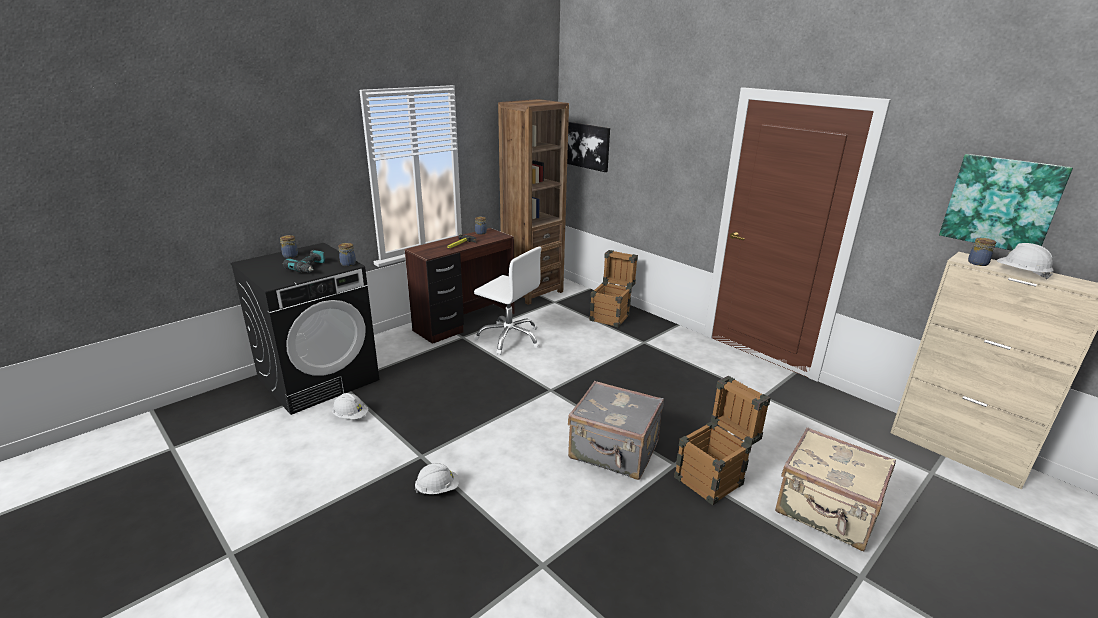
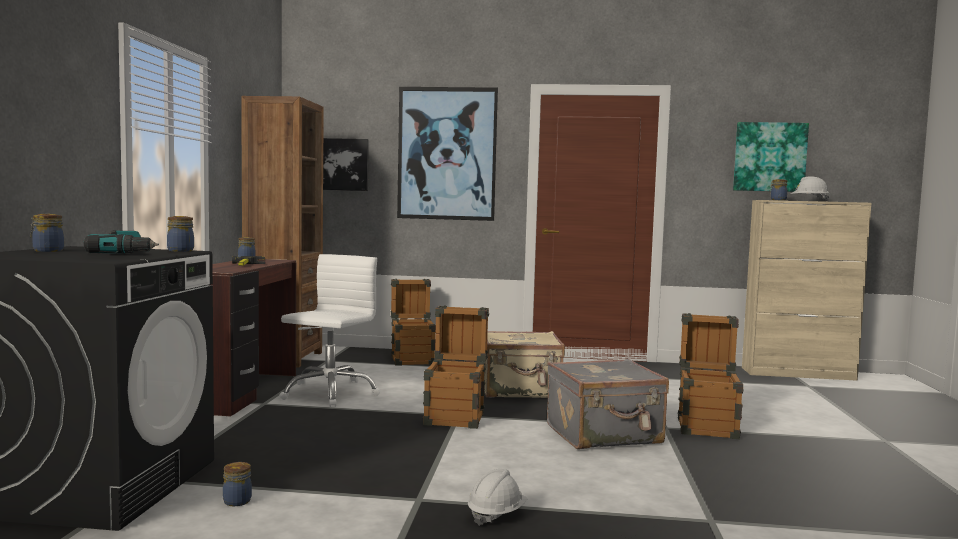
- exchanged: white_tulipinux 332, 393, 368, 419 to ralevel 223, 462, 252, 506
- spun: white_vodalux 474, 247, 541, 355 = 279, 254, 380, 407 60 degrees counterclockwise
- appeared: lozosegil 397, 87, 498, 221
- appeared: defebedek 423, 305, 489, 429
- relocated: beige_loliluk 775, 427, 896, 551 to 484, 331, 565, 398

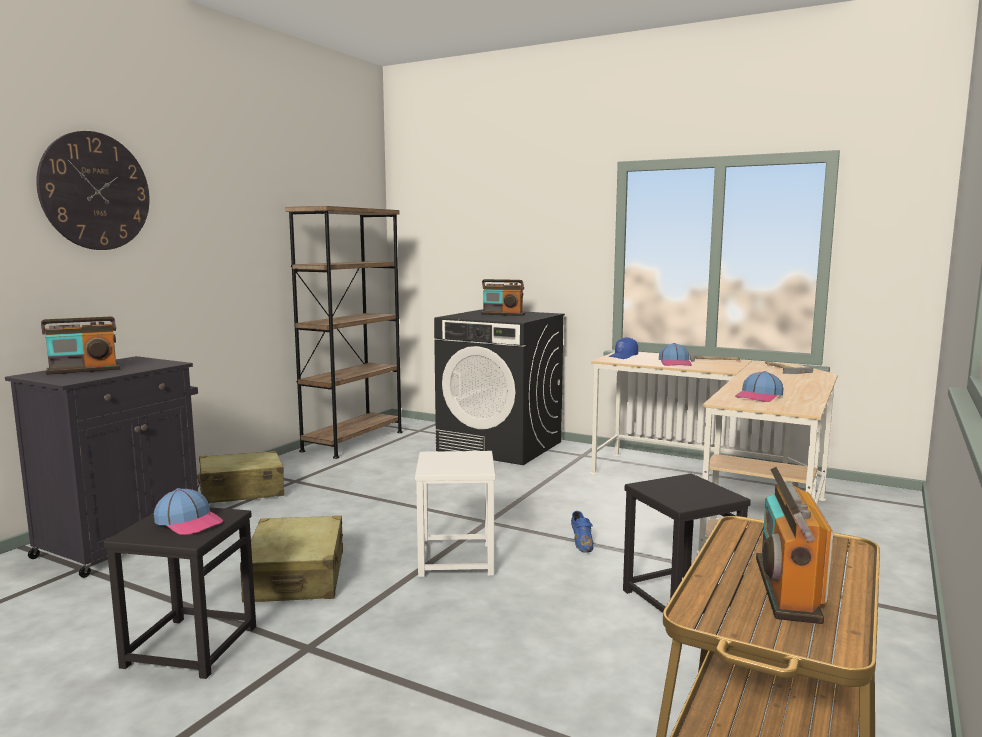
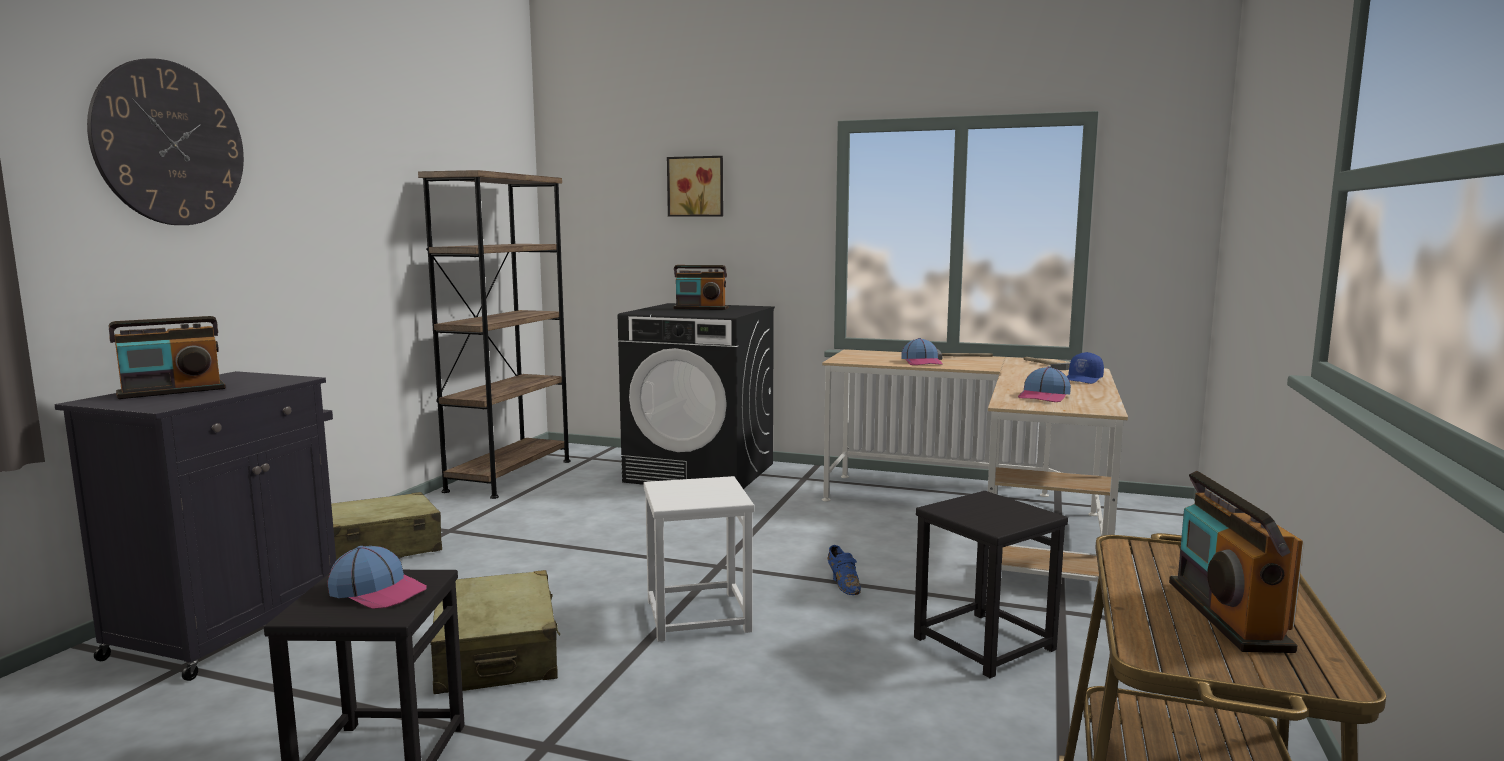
- appeared: lozosegil 667, 156, 723, 217
- relocated: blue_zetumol 608, 337, 638, 359 to 1067, 352, 1104, 384

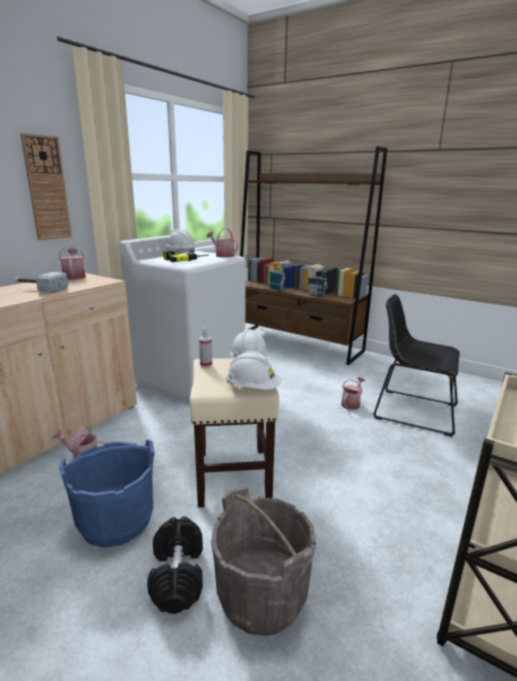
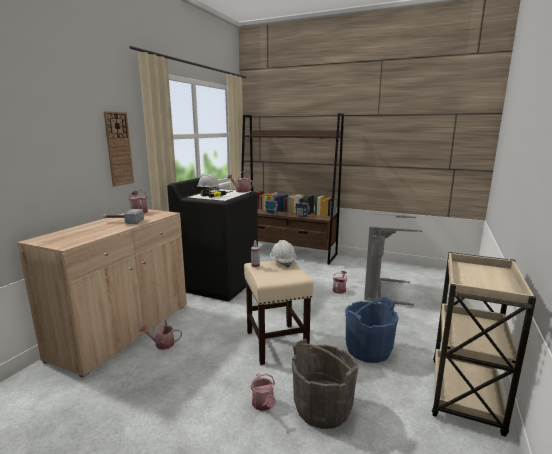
- colour: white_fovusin 119, 235, 246, 404 to black_fovusin 167, 177, 258, 301
- exchanged: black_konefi 147, 517, 203, 614 to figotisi 250, 373, 276, 411
- relocated: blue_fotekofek 59, 439, 155, 548 to 345, 297, 399, 363
- exchanged: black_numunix 373, 294, 460, 437 to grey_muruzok 364, 213, 422, 305
- missing: white_tulipinux 226, 351, 282, 390

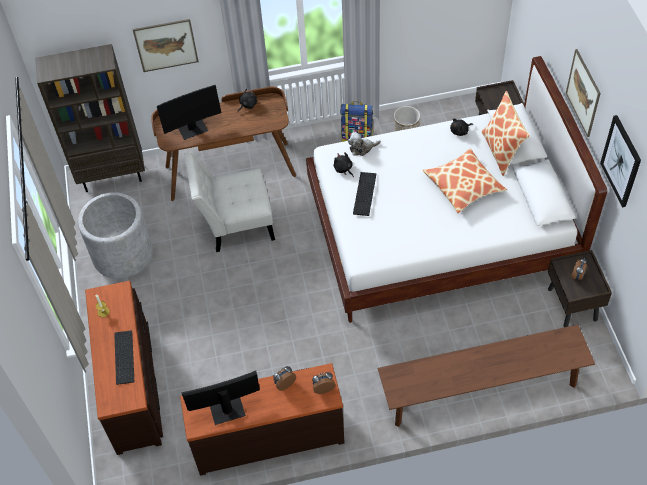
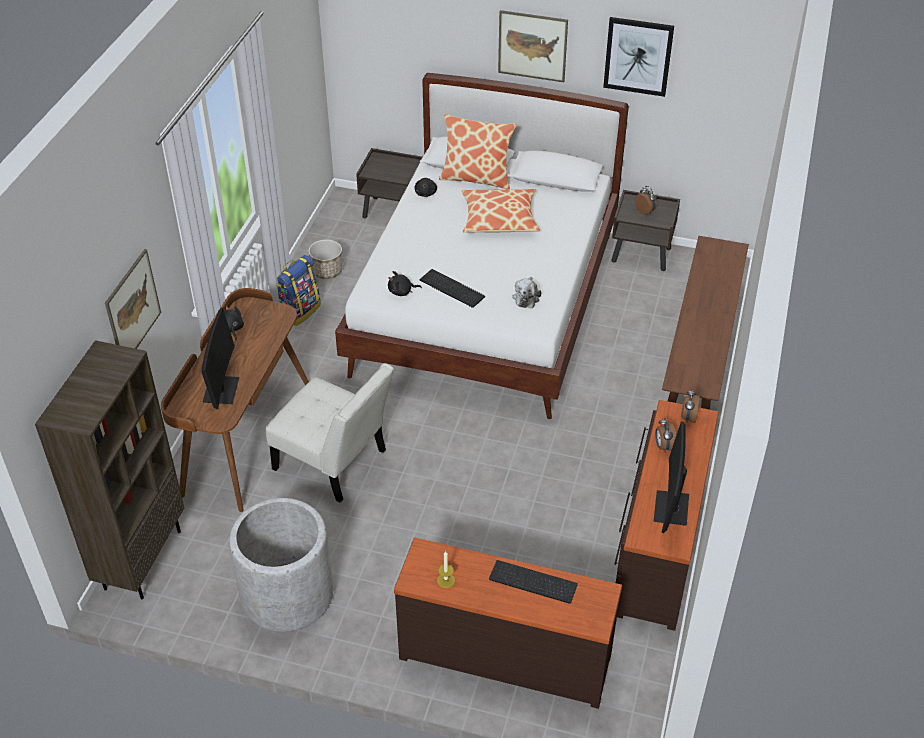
- spun: white_numunix 184, 151, 275, 252 = 266, 363, 394, 503 75 degrees counterclockwise
- relocated: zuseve 348, 132, 381, 156 to 512, 277, 541, 308

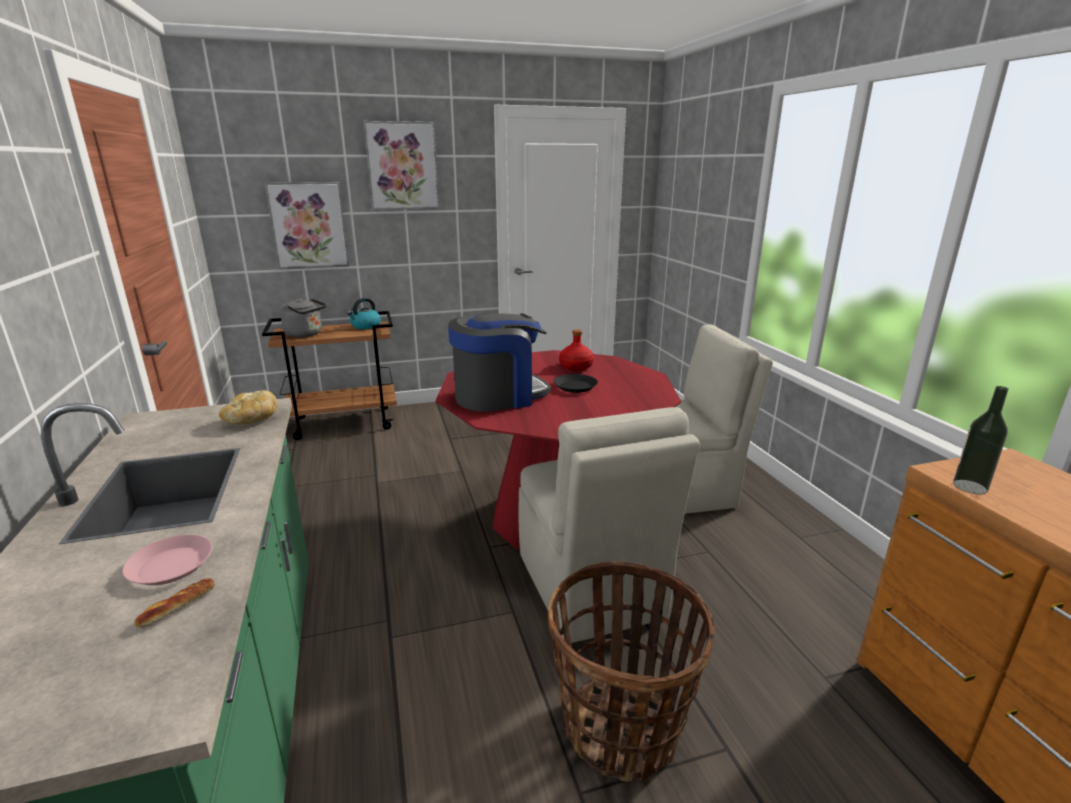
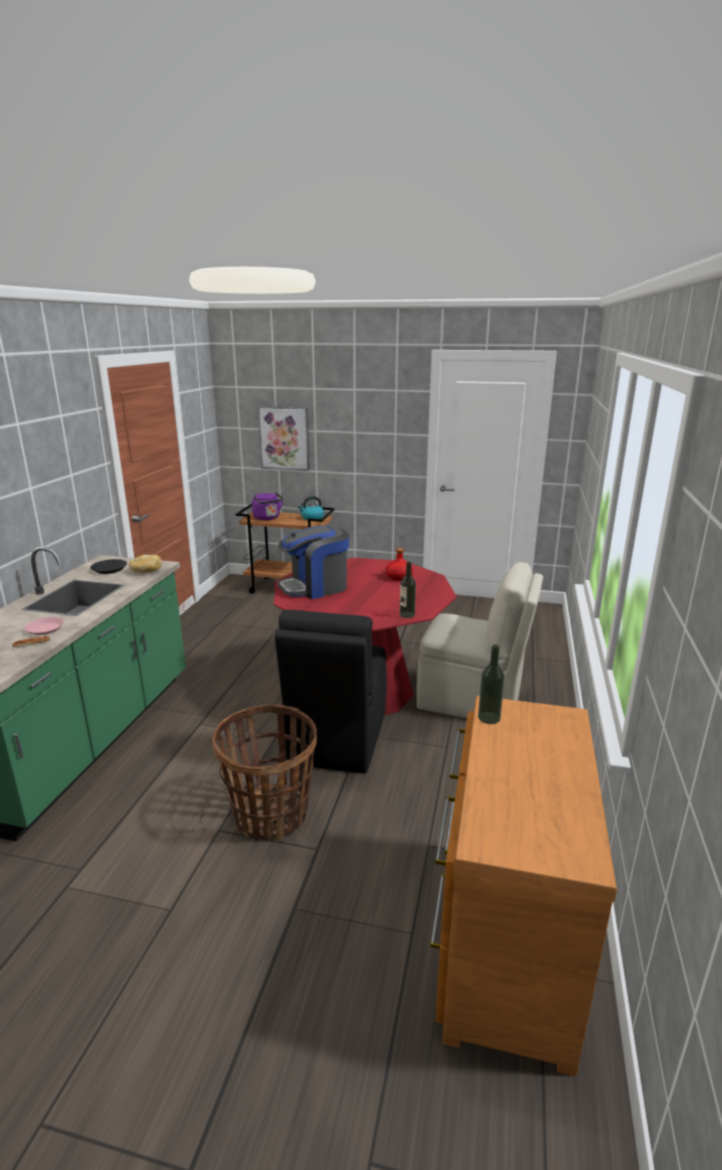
- relocated: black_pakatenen 553, 374, 598, 393 to 90, 559, 127, 574
- colour: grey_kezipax 281, 298, 327, 338 to purple_kezipax 252, 492, 283, 520
- colour: beige_numunix 519, 407, 700, 643 to black_numunix 275, 610, 387, 774
- spun: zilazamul 448, 313, 551, 412 = 278, 525, 349, 599 150 degrees clockwise
- appeared: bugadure 400, 562, 416, 618
- missing: lozosegil 364, 121, 439, 210

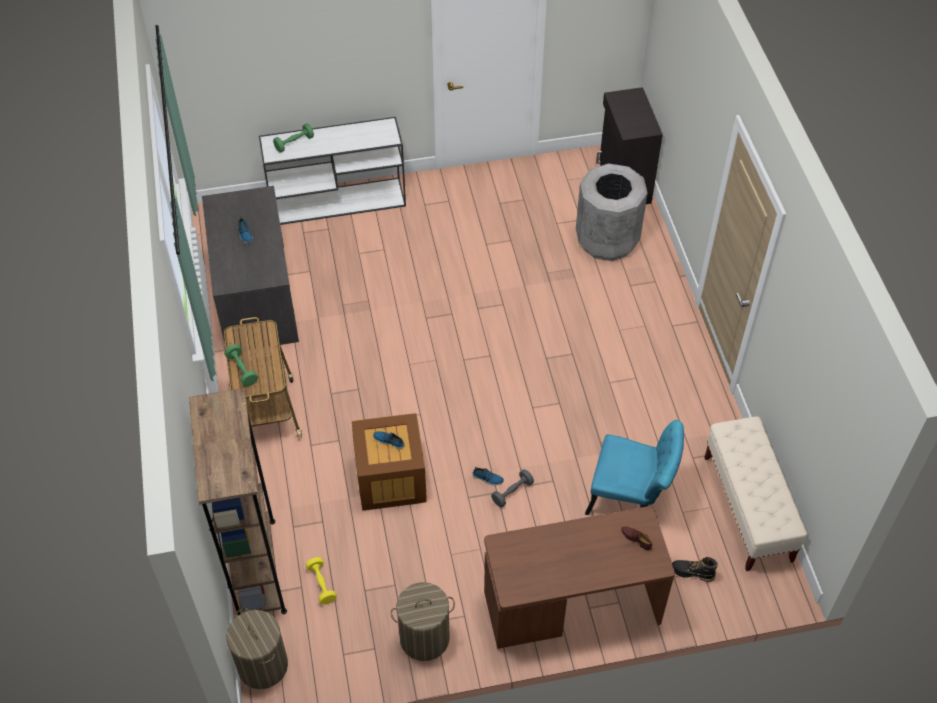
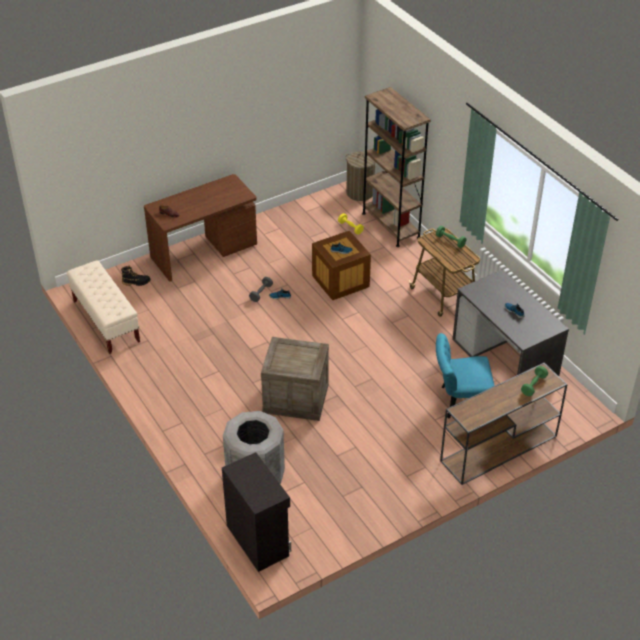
- appeared: defebedek 261, 337, 329, 421
- relocated: turquoise_numunix 585, 420, 684, 515 to 436, 333, 495, 418
- colour: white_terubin 259, 117, 406, 225 to brown_terubin 440, 363, 568, 485
- missing: muruzok 391, 582, 455, 661

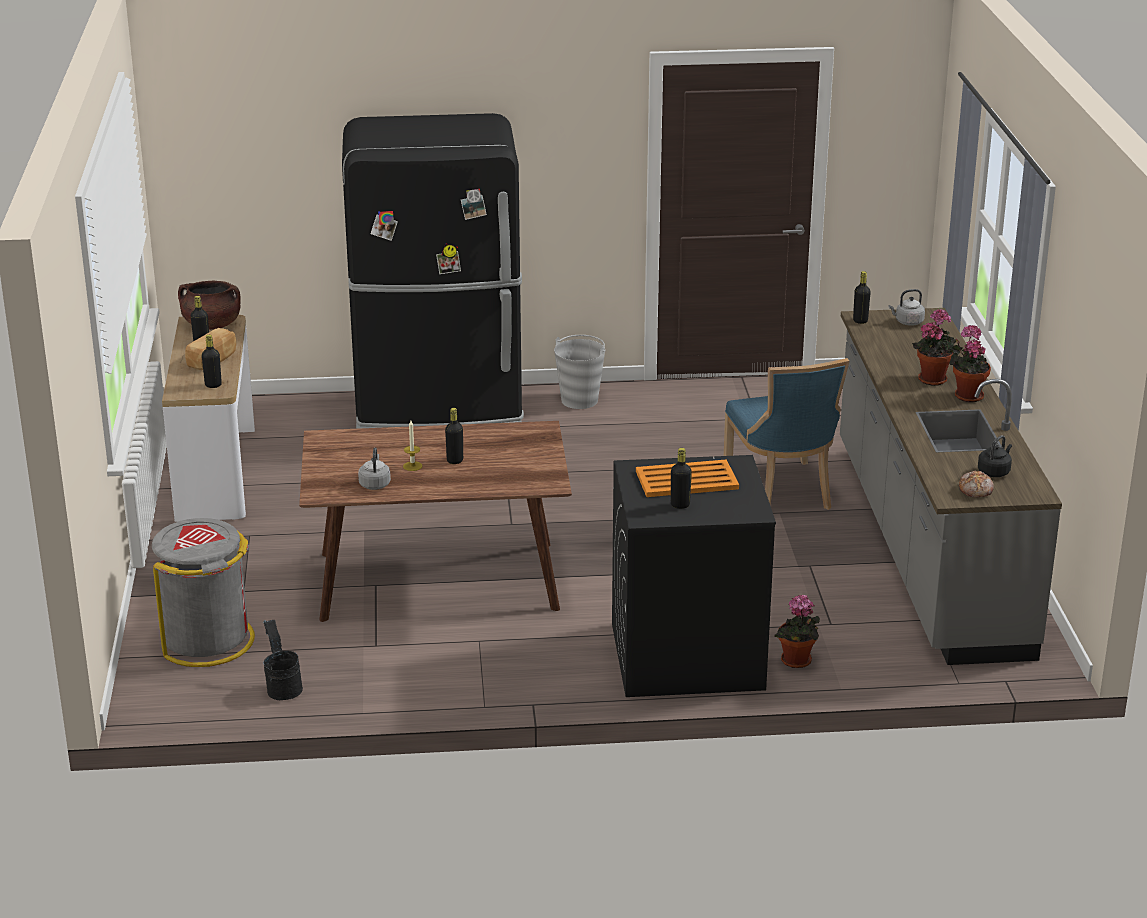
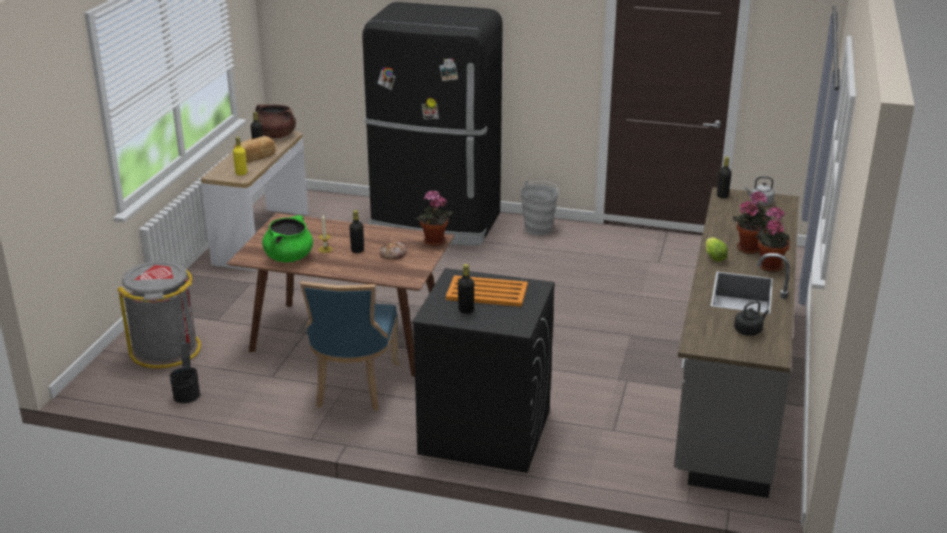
- colour: black_bugadure 202, 335, 222, 388 to yellow_bugadure 233, 137, 247, 175
- exchanged: grey_kezipax 358, 448, 391, 490 to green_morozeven 262, 215, 313, 262
- relocated: blue_numunix 724, 358, 849, 510 to 300, 281, 400, 411
- relocated: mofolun 959, 471, 994, 497 to 380, 241, 407, 259
- relocated: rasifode 775, 595, 820, 668 to 416, 190, 453, 246
- appeared: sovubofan 706, 237, 728, 262

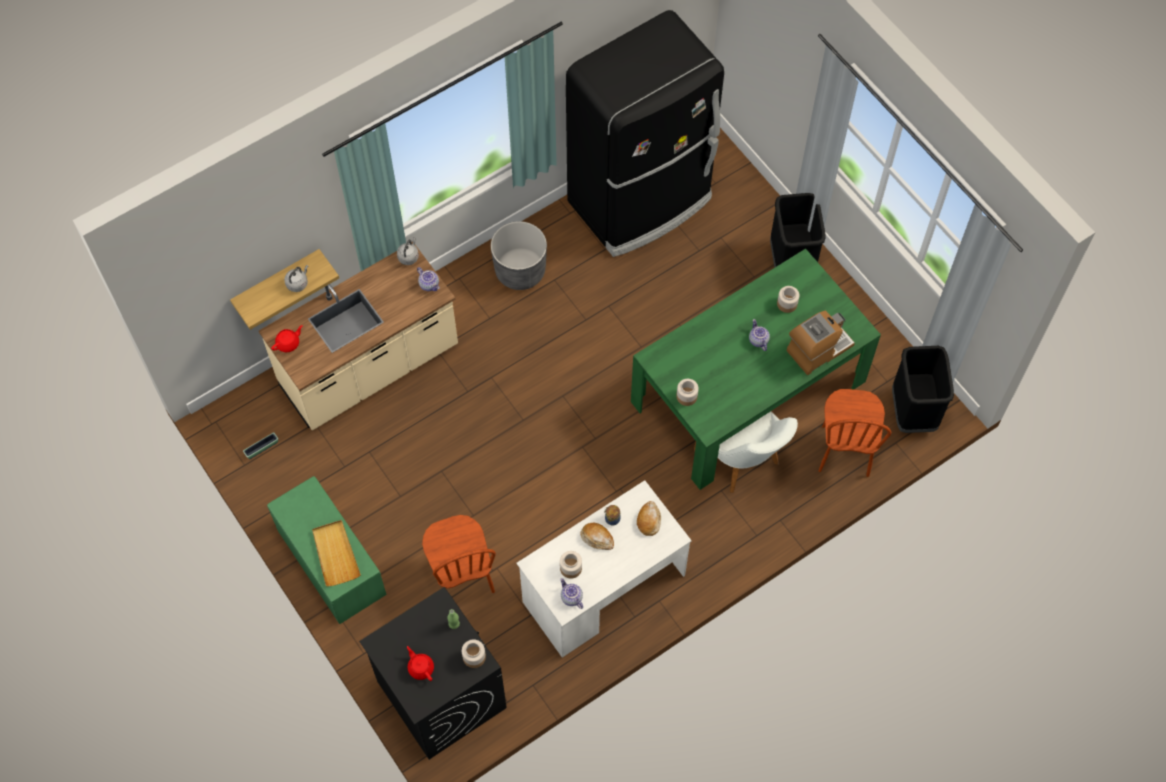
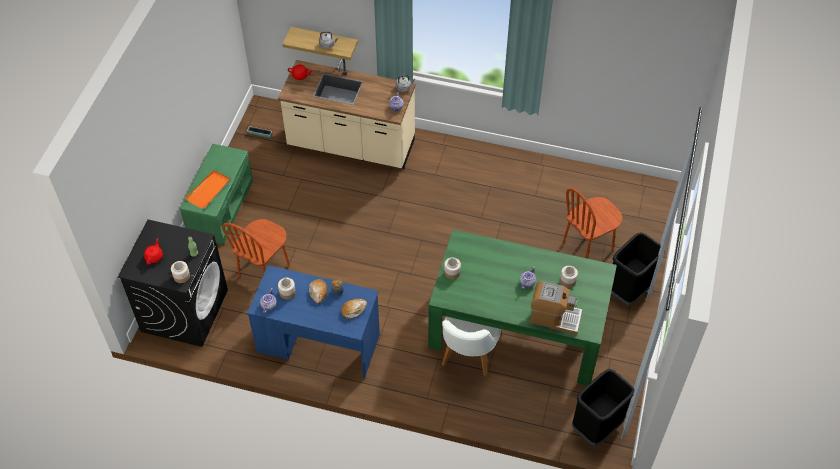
- colour: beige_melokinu 312, 520, 361, 586 to orange_melokinu 185, 170, 231, 209
- colour: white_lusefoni 517, 480, 692, 657 to blue_lusefoni 247, 265, 380, 378
- relocated: brown_numunix 819, 389, 891, 477 to 562, 188, 623, 259
- missing: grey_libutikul 491, 221, 547, 290
- missing: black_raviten 566, 10, 724, 257

